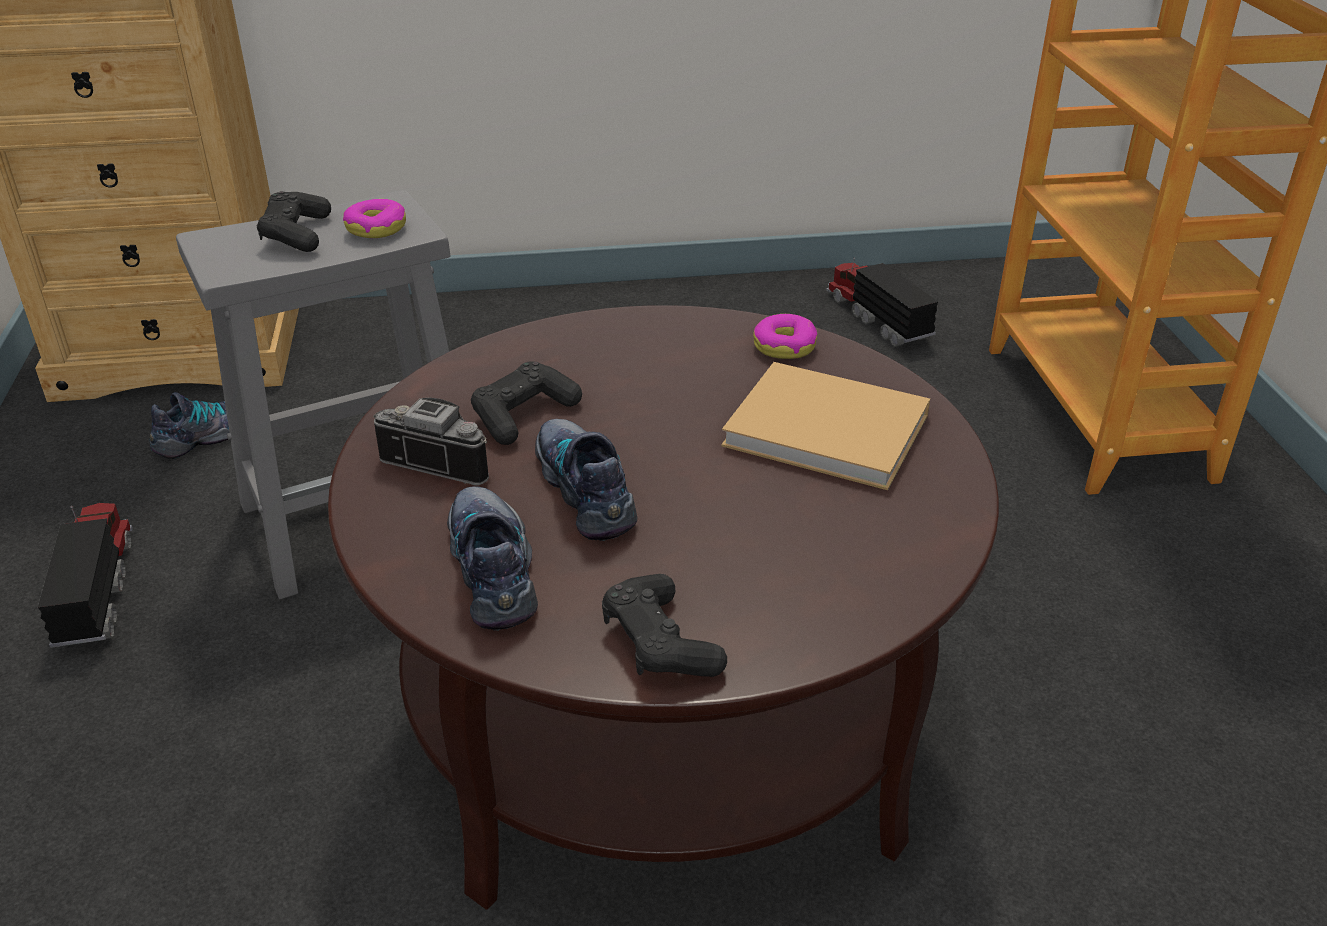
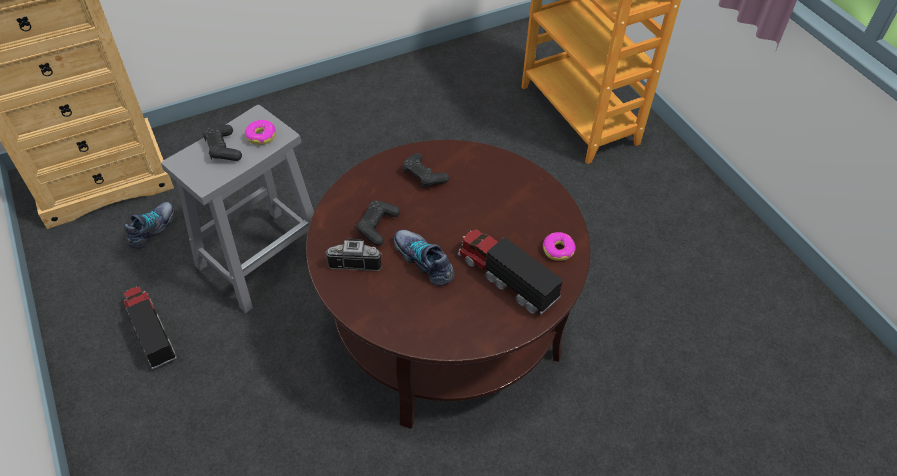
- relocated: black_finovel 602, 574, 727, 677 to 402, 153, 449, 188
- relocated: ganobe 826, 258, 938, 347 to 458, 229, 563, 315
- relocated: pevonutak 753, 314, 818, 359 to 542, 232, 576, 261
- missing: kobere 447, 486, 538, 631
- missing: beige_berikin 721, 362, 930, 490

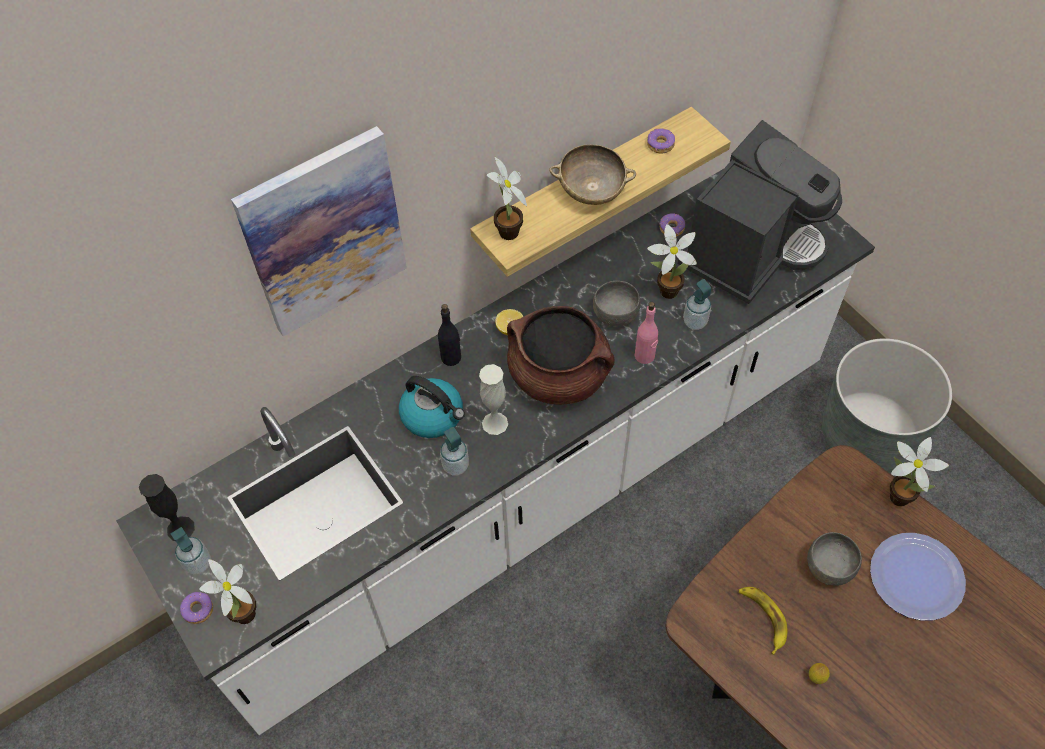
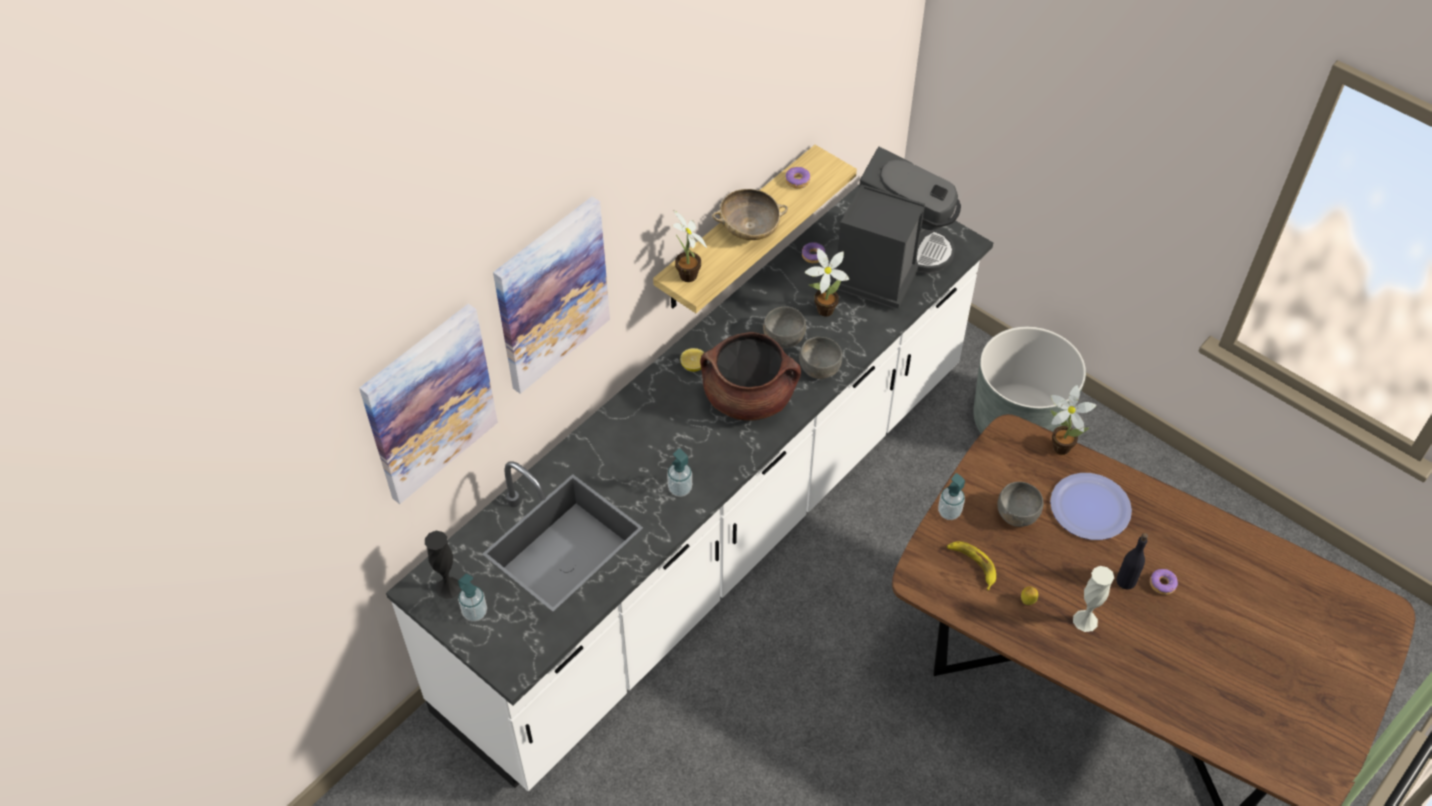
- appeared: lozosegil 359, 303, 498, 504
- exchanged: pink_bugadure 635, 302, 658, 364 to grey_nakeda 799, 337, 842, 379
- relocated: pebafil 683, 279, 711, 330 to 938, 473, 965, 520
- relocated: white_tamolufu 479, 364, 508, 435 to 1073, 566, 1114, 632
- relocated: black_bugadure 438, 304, 461, 366 to 1116, 533, 1148, 590
- relocated: pevonutak 180, 592, 213, 624 to 1150, 569, 1178, 595
- missing: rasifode 199, 559, 257, 624
- missing: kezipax 399, 376, 465, 438

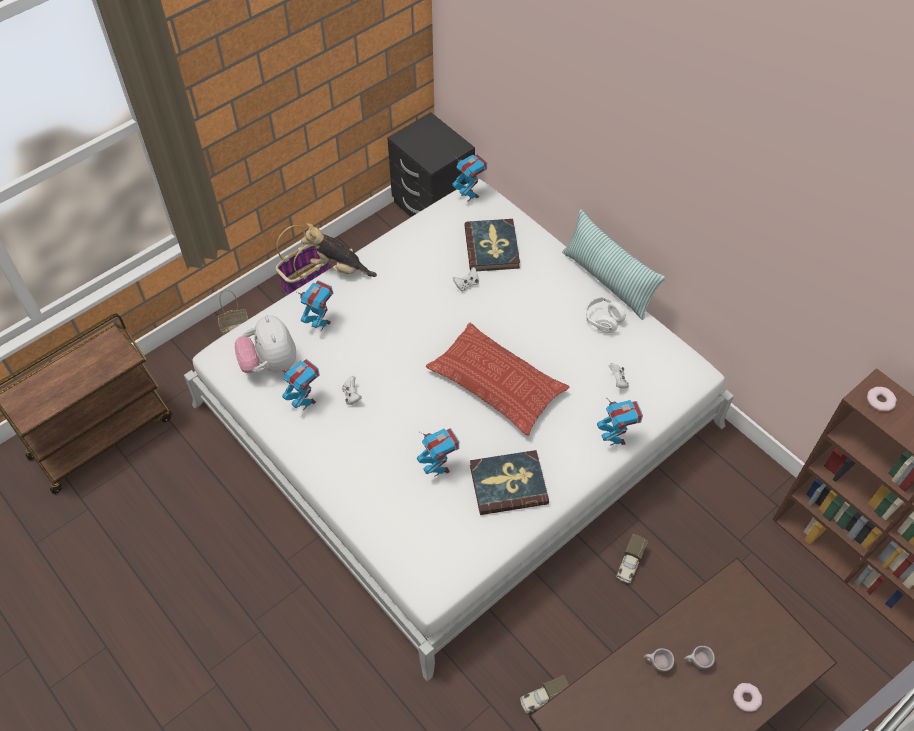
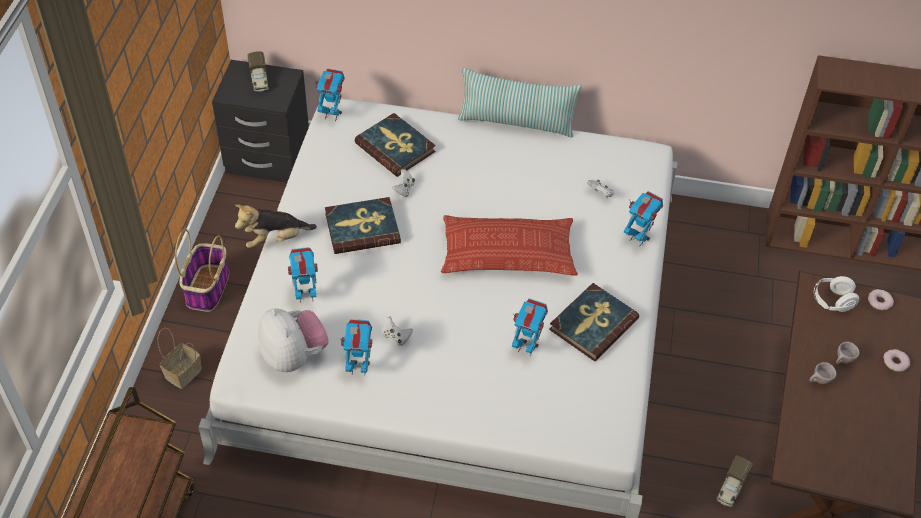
- relocated: ganobe 616, 534, 648, 583 to 248, 51, 269, 92
- spun: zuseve 235, 315, 296, 373 = 258, 308, 329, 372 150 degrees counterclockwise
- appeared: berikin 325, 197, 401, 254
- relocated: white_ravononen 585, 297, 626, 333 to 814, 276, 859, 312
- relocated: pevonutak 867, 387, 897, 411 to 868, 289, 894, 310

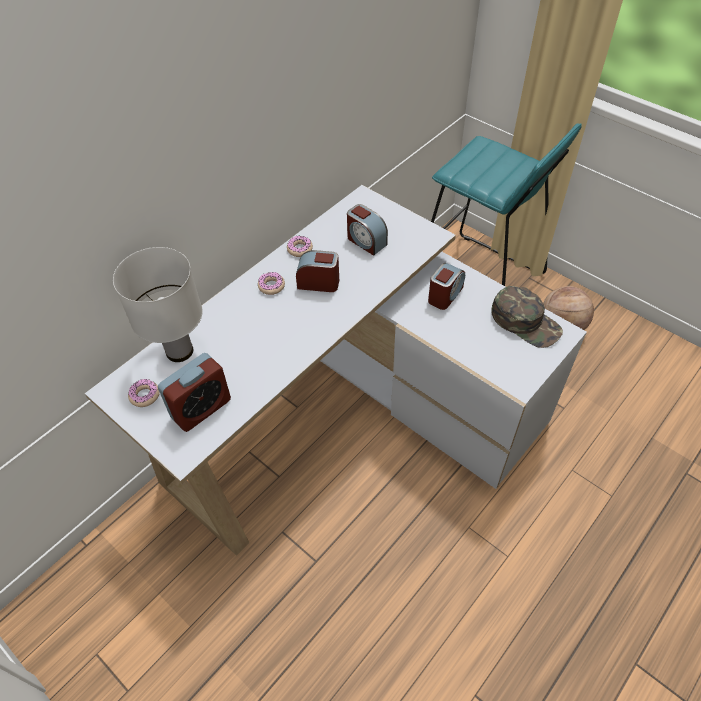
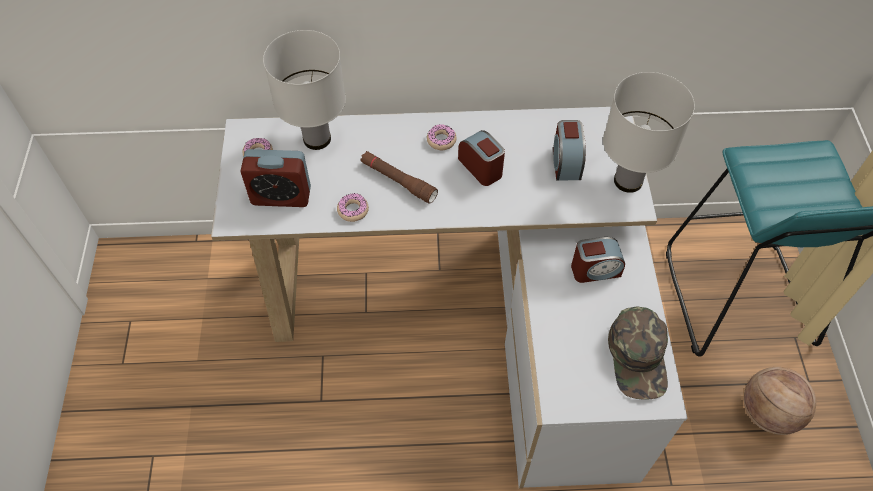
- relocated: pevonutak 287, 236, 313, 257 to 337, 193, 369, 222
- appeared: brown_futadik 360, 151, 438, 204
- appeared: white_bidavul 603, 72, 695, 193

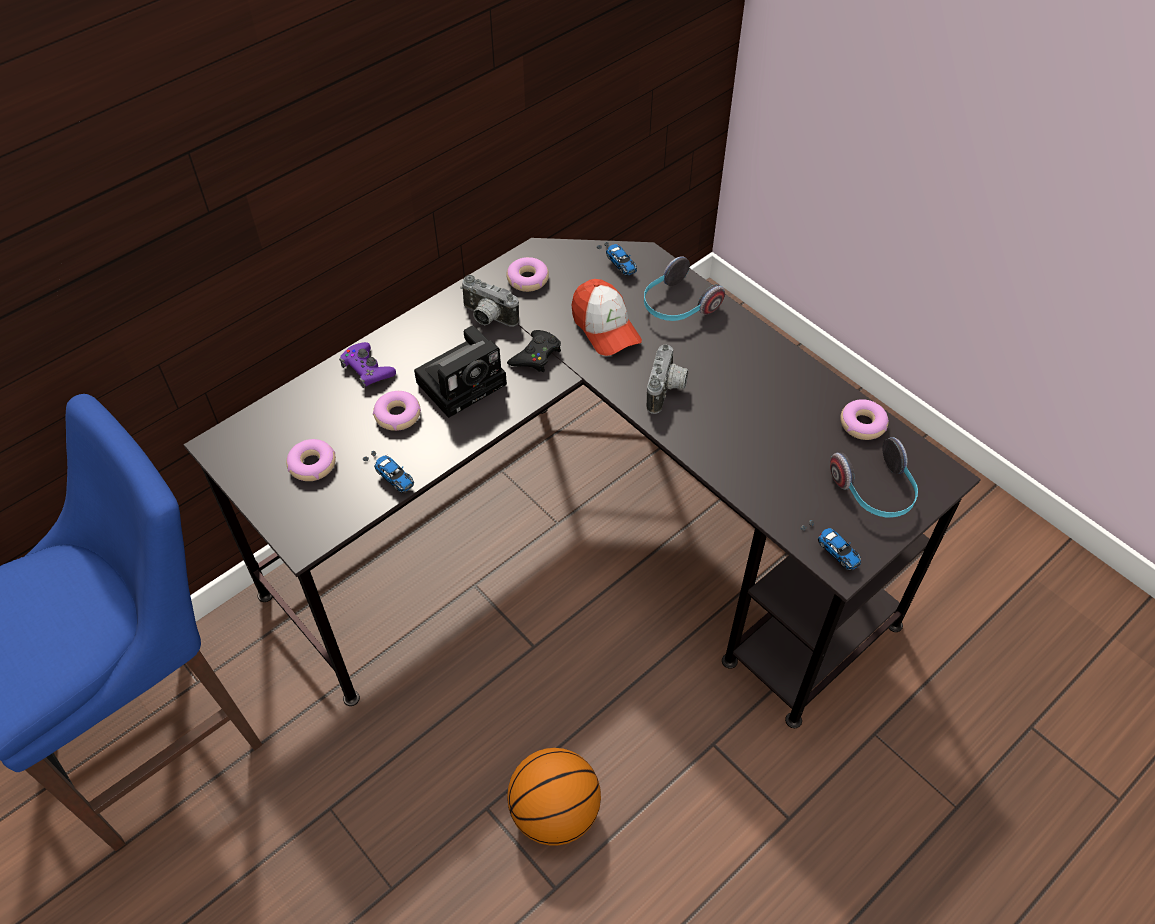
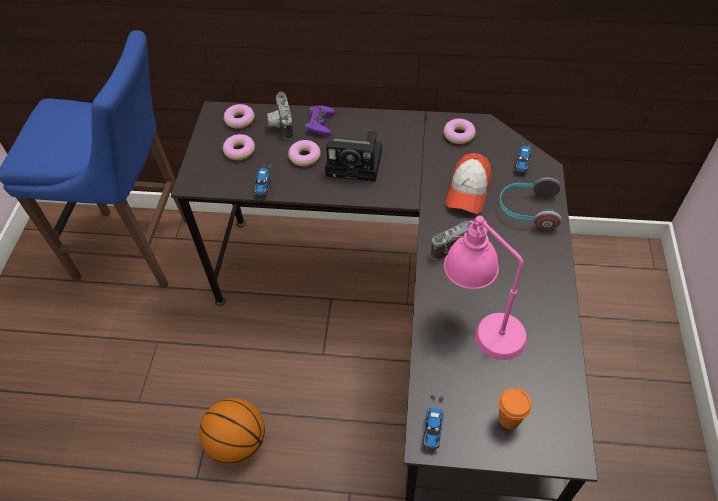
- relocated: pevonutak 840, 399, 889, 440 to 224, 104, 255, 129
- relocated: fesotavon 460, 275, 519, 327 to 267, 92, 293, 139
- appeared: pink_bidavul 444, 216, 527, 360
- exchanged: ravononen 830, 437, 918, 518 to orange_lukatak 499, 388, 532, 430
- missing: black_finovel 507, 330, 561, 372

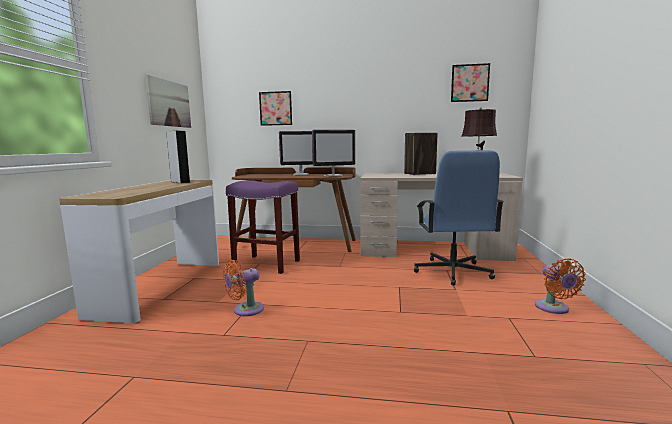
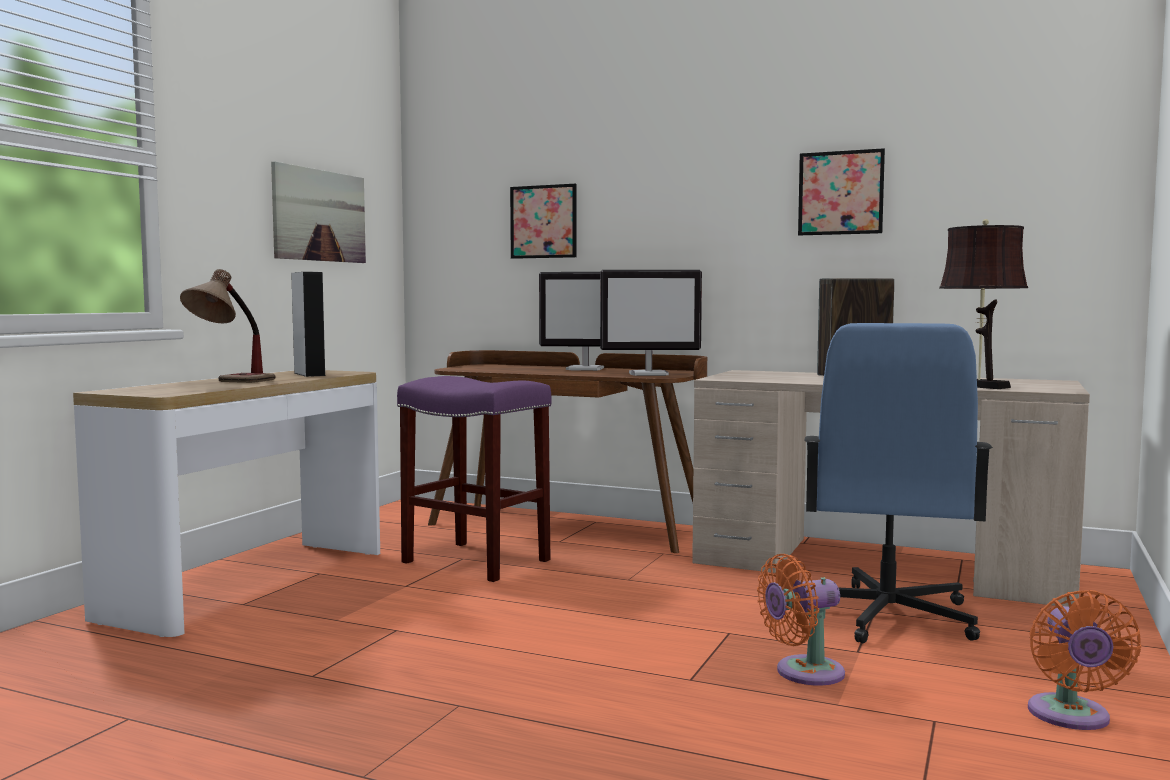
- appeared: bidavul 180, 269, 276, 383
- relocated: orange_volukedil 223, 260, 264, 316 to 757, 554, 845, 685
- relocated: lozosegil 451, 63, 490, 102 to 798, 148, 885, 235

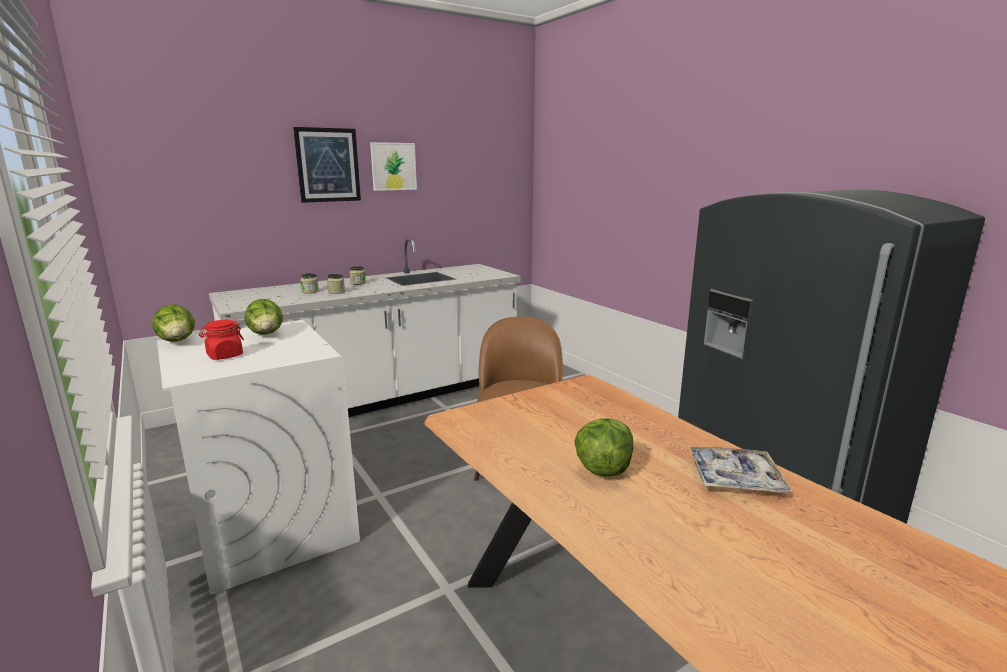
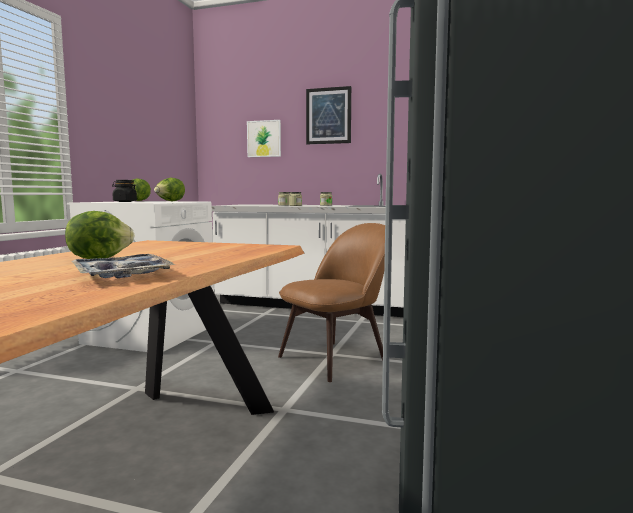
- colour: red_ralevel 199, 320, 244, 360 to black_ralevel 112, 180, 137, 202
- relocated: lozosegil 370, 142, 417, 191 to 247, 120, 281, 157

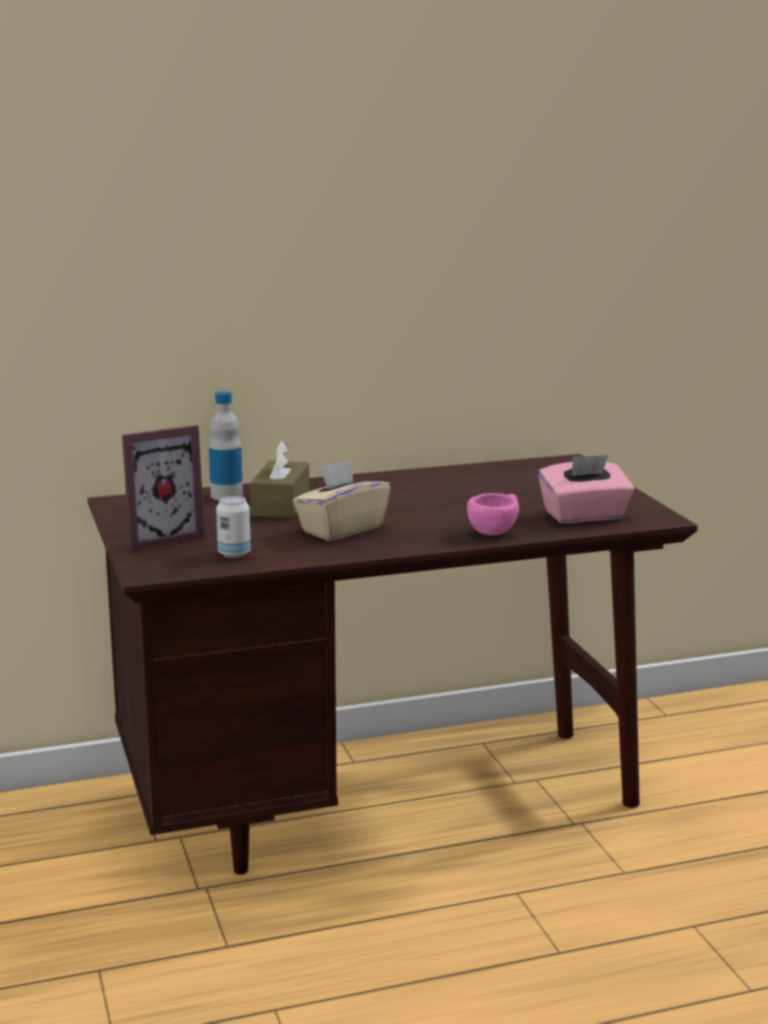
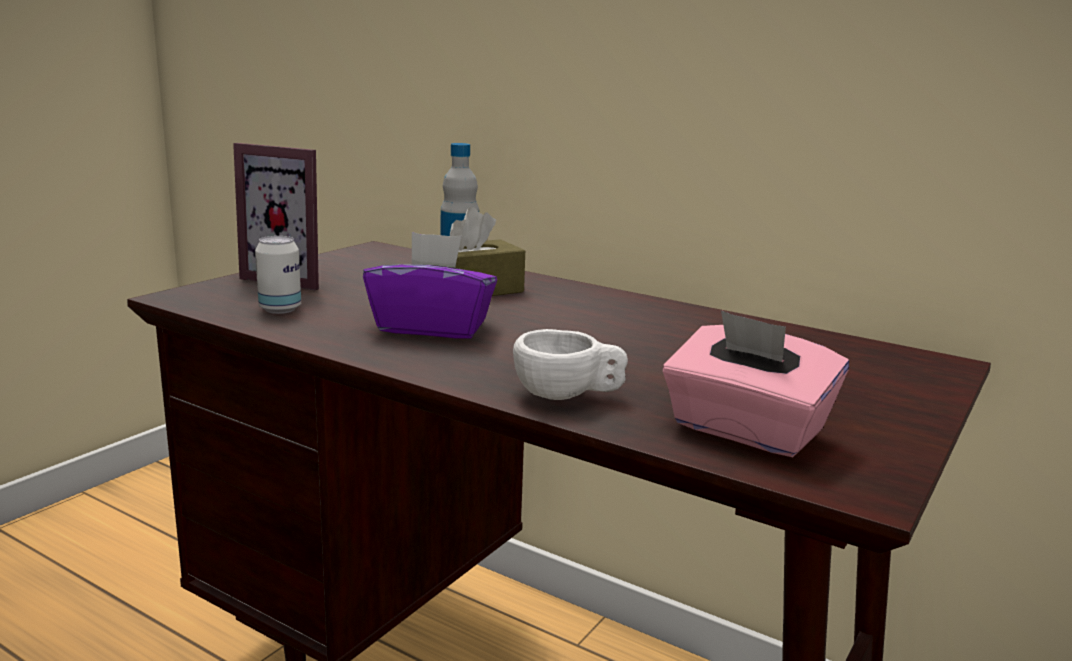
- colour: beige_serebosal 293, 459, 391, 541 to purple_serebosal 363, 232, 497, 339
- colour: pink_lukatak 467, 493, 519, 535 to white_lukatak 513, 329, 628, 400

